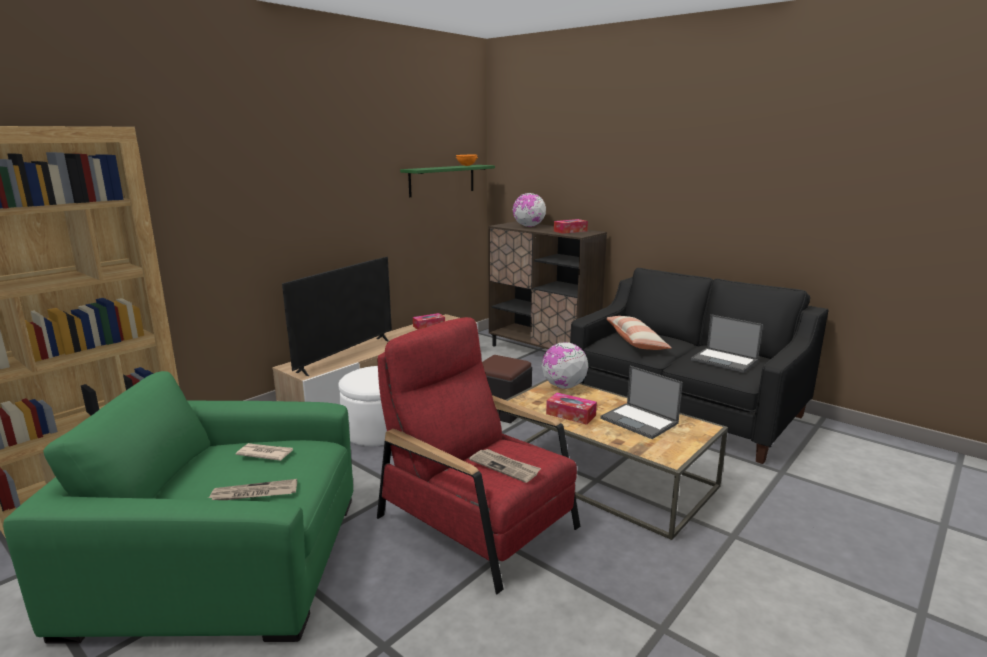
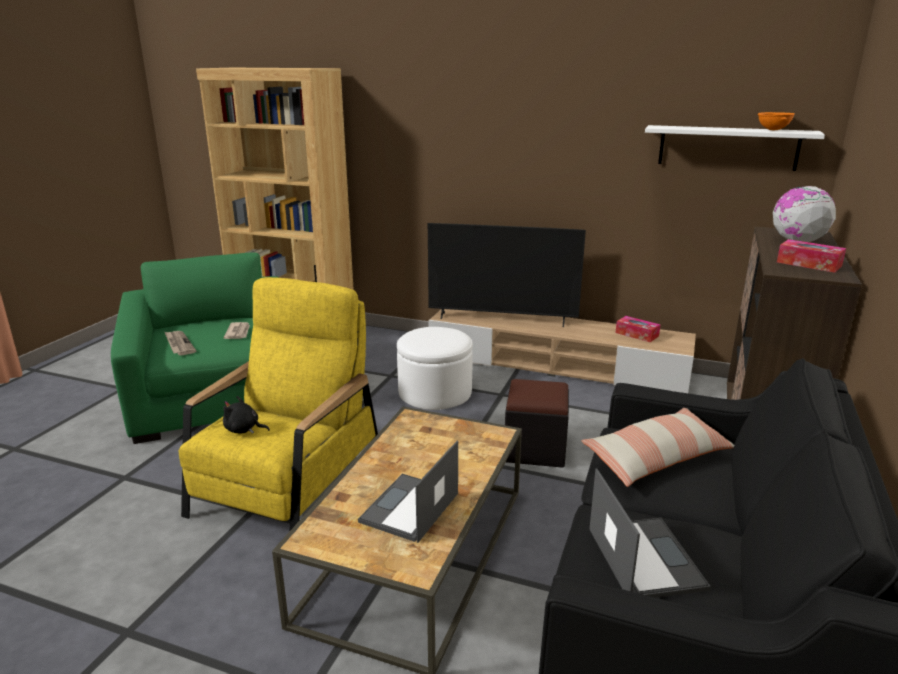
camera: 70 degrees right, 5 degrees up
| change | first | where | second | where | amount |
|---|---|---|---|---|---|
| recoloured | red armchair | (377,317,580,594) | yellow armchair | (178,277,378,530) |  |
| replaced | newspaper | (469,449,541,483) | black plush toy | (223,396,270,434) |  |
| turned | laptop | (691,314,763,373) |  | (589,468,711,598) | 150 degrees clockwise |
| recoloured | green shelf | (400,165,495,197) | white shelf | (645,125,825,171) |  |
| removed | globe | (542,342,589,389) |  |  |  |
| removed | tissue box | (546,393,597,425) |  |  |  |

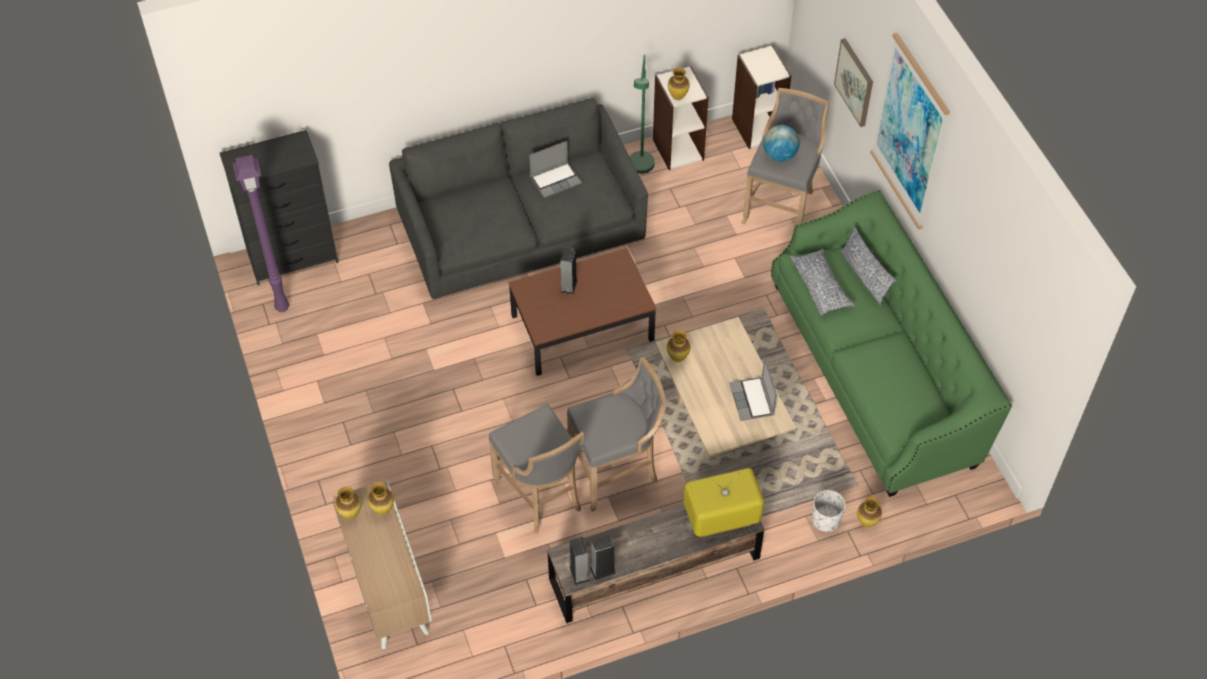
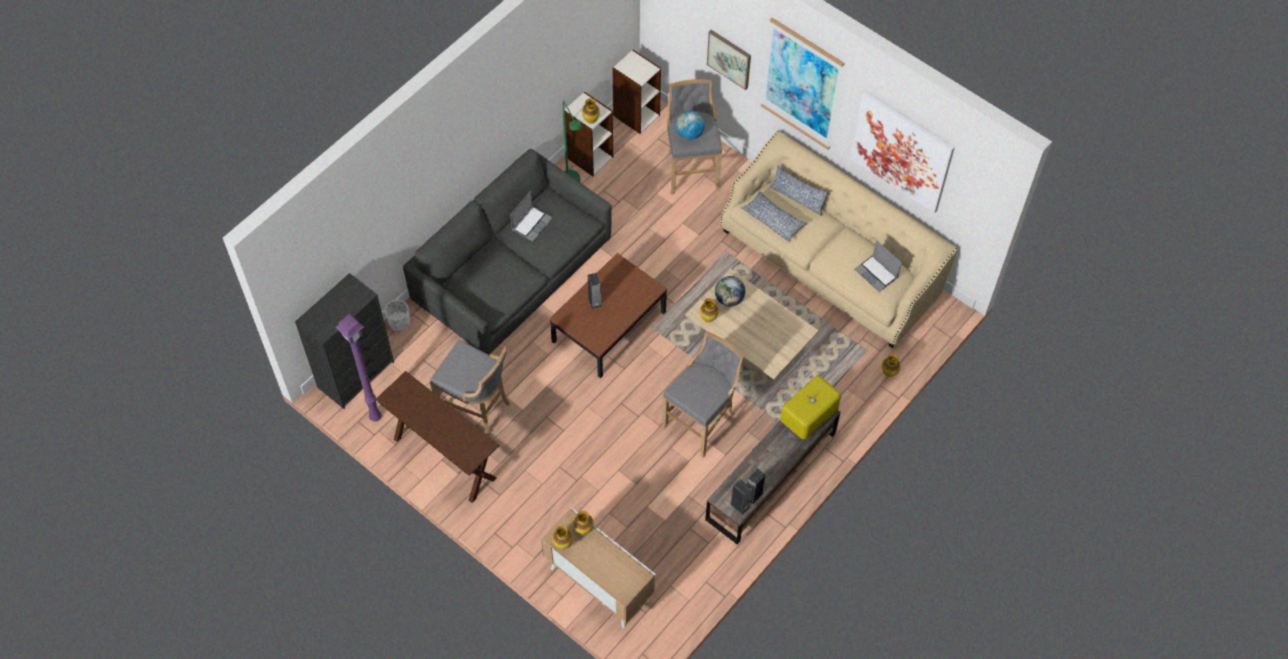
camera: 30 degrees left, 5 degrees up
| change | first | where | second | where | amount |
|---|---|---|---|---|---|
| added |  |  | brown console table | (375,371,500,503) |  |
| moved | white planter | (812,490,846,532) |  | (384,300,410,332) |  |
| moved | grey stool | (489,404,584,534) |  | (430,340,510,435) |  |
| added |  |  | globe | (715,276,745,307) |  |
| recoloured | green sofa | (771,190,1012,497) | beige sofa | (720,131,958,348) |  |
| added |  |  | picture | (851,91,955,213) |  |
| moved | laptop | (729,357,777,421) |  | (854,240,902,292) |  |

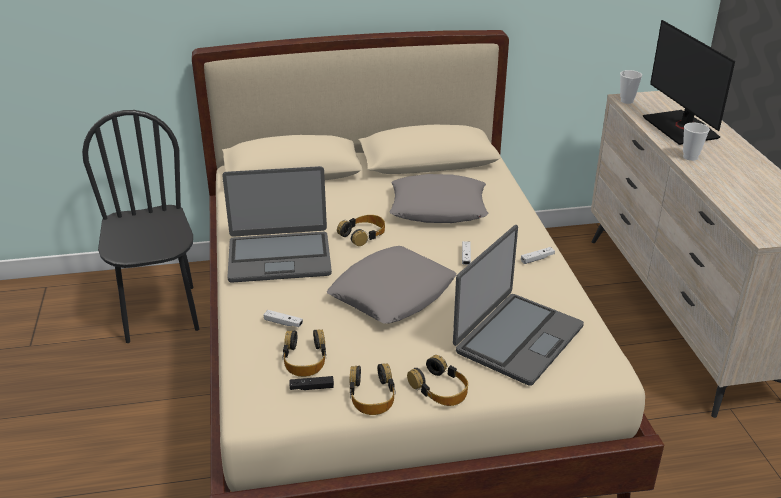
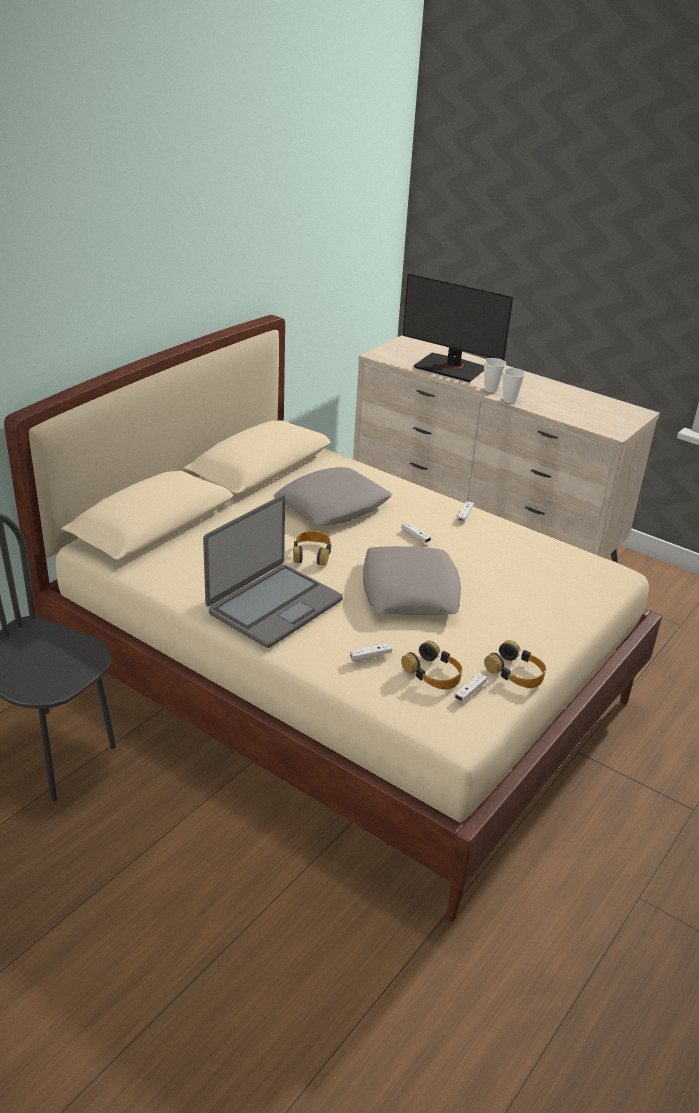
camera: 45 degrees left, 0 degrees up
| change | first | where | second | where | amount |
|---|---|---|---|---|---|
| recoloured | black game controller | (289,376,334,390) | white game controller | (454,673,487,702) |  |
| moved | cup | (620,70,642,104) |  | (503,368,525,403) |  |
| removed | headphones | (407,355,468,406) |  |  |  |
| removed | laptop | (453,225,584,386) |  |  |  |

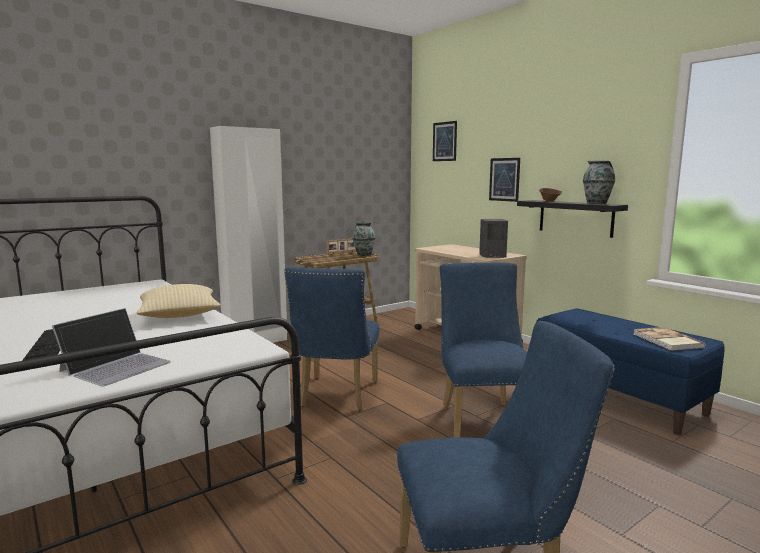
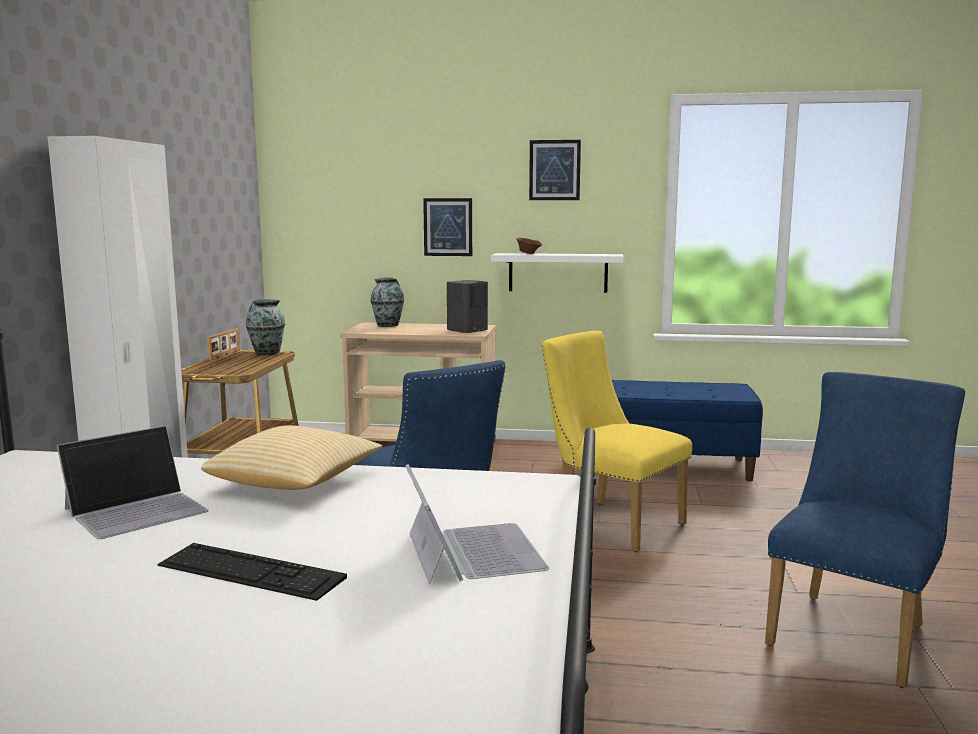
camera: 45 degrees left, 0 degrees up
| change | first | where | second | where | amount |
|---|---|---|---|---|---|
| added |  |  | laptop | (57,426,209,539) |  |
| moved | vase | (583,161,615,204) |  | (371,277,404,327) |  |
| recoloured | black shelf | (517,200,628,238) | white shelf | (491,253,624,293) |  |
| moved | picture | (433,121,457,161) |  | (529,140,581,200) |  |
| recoloured | blue chair | (440,262,527,438) | yellow chair | (542,331,692,552) |  |
| removed | book | (634,327,705,351) |  |  |  |

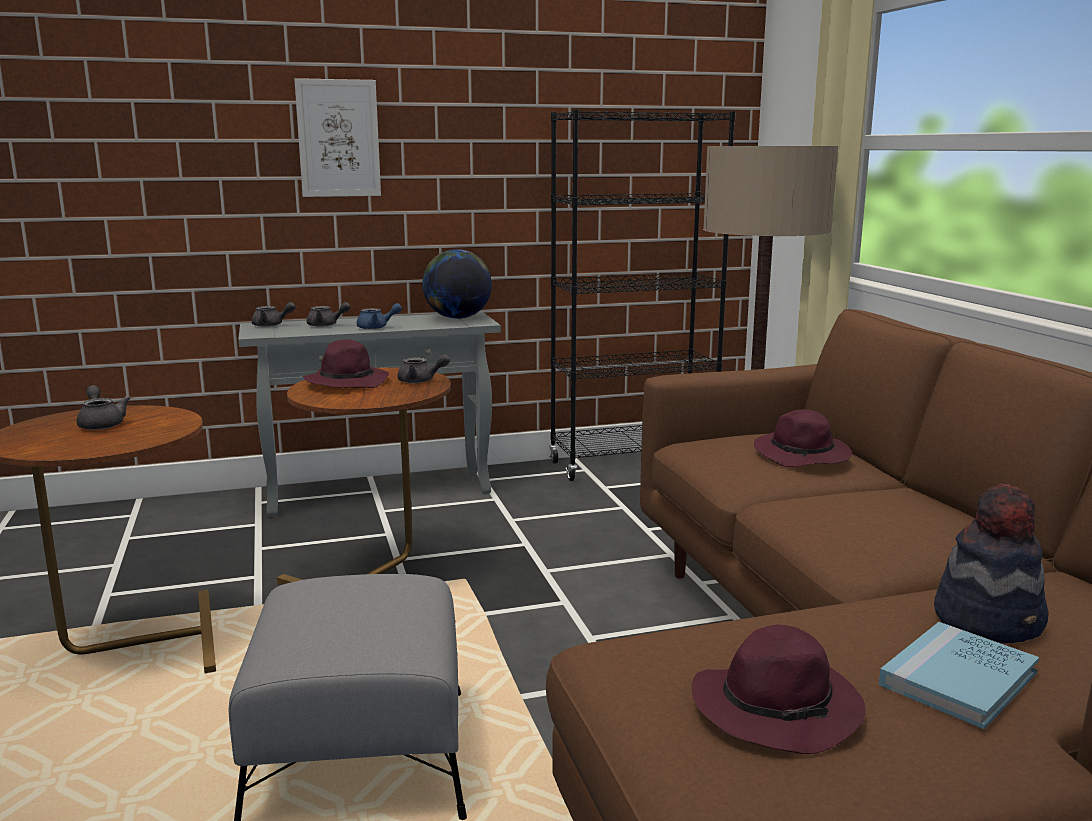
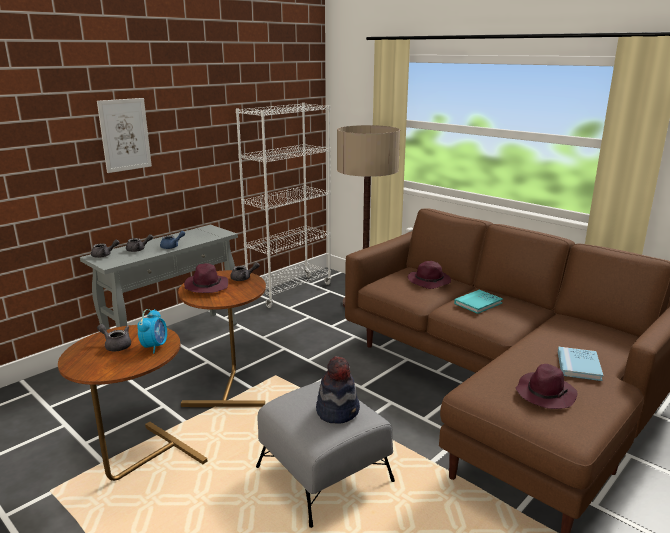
camera: 30 degrees left, 5 degrees up
| change | first | where | second | where | amount |
|---|---|---|---|---|---|
| added |  |  | alarm clock | (137,309,167,353) |  |
| recoloured | black bookcase | (549,110,736,481) | white bookcase | (236,103,332,308) |  |
| moved | hat | (934,484,1049,643) |  | (316,356,360,424) |  |
| added |  |  | turquoise book | (454,290,503,314) |  |
| removed | globe | (422,249,492,319) |  |  |  |

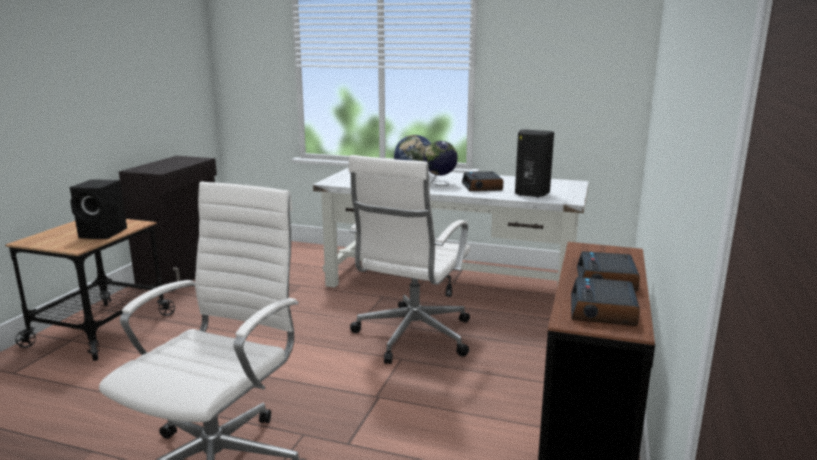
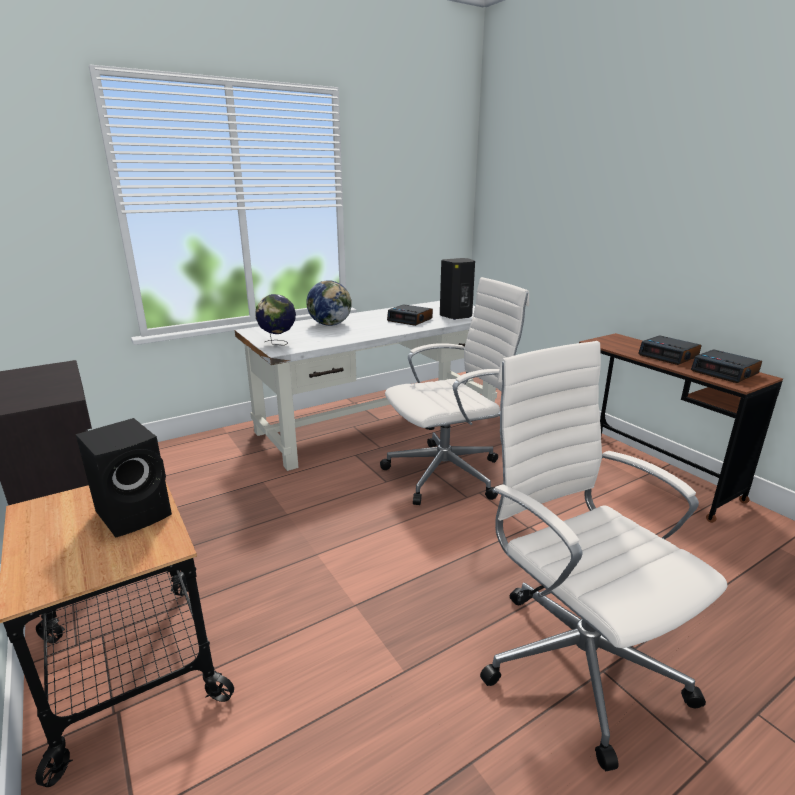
camera: 50 degrees left, 5 degrees up
| change | first | where | second | where | amount |
|---|---|---|---|---|---|
| moved | globe | (423,141,458,186) |  | (255,294,296,346) |  |
| turned | white office chair | (348,155,471,364) |  | (380,277,529,505) | 90 degrees counterclockwise |

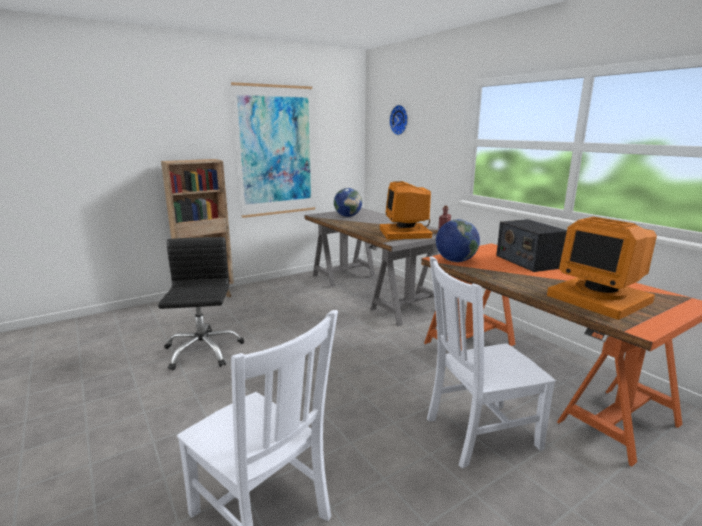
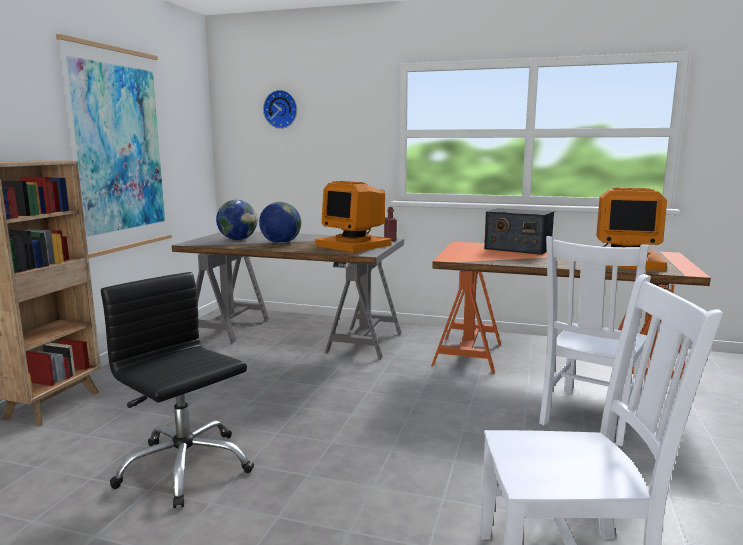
camera: 40 degrees left, 5 degrees down
| change | first | where | second | where | amount |
|---|---|---|---|---|---|
| moved | globe | (436,219,480,262) |  | (259,202,301,243) |  |

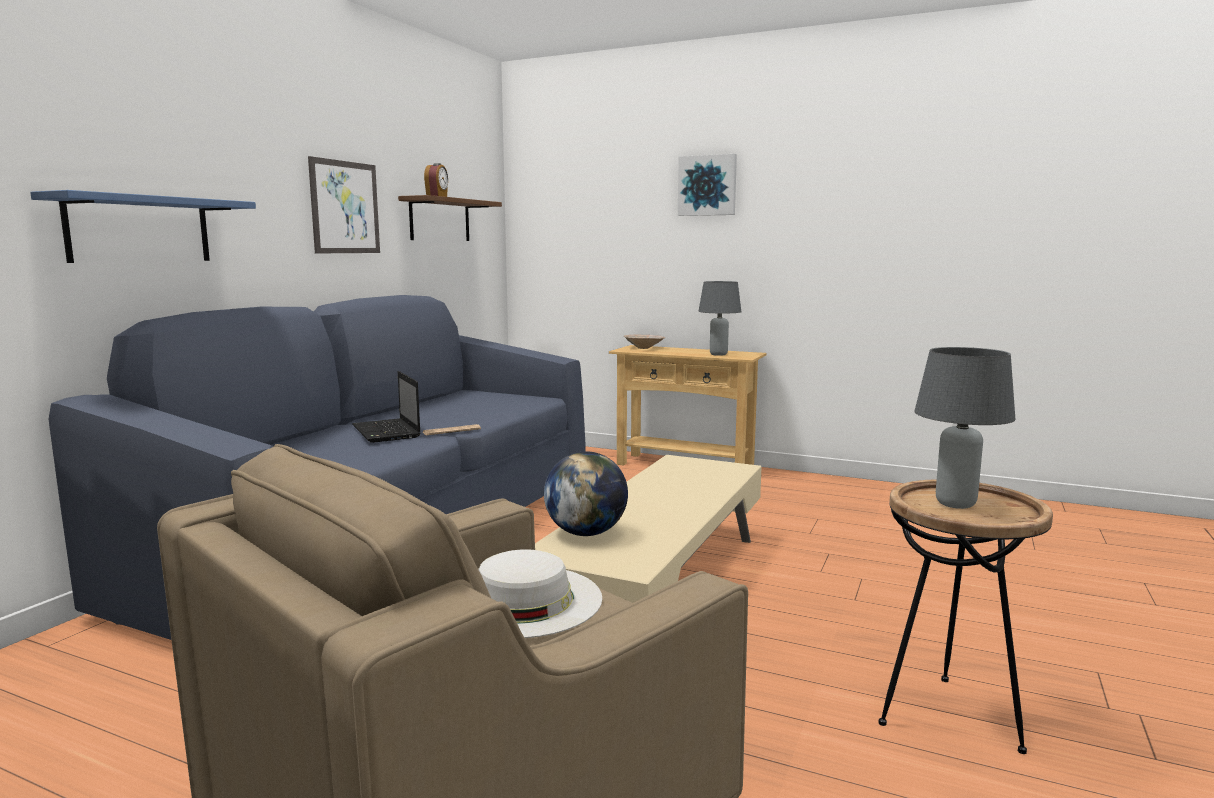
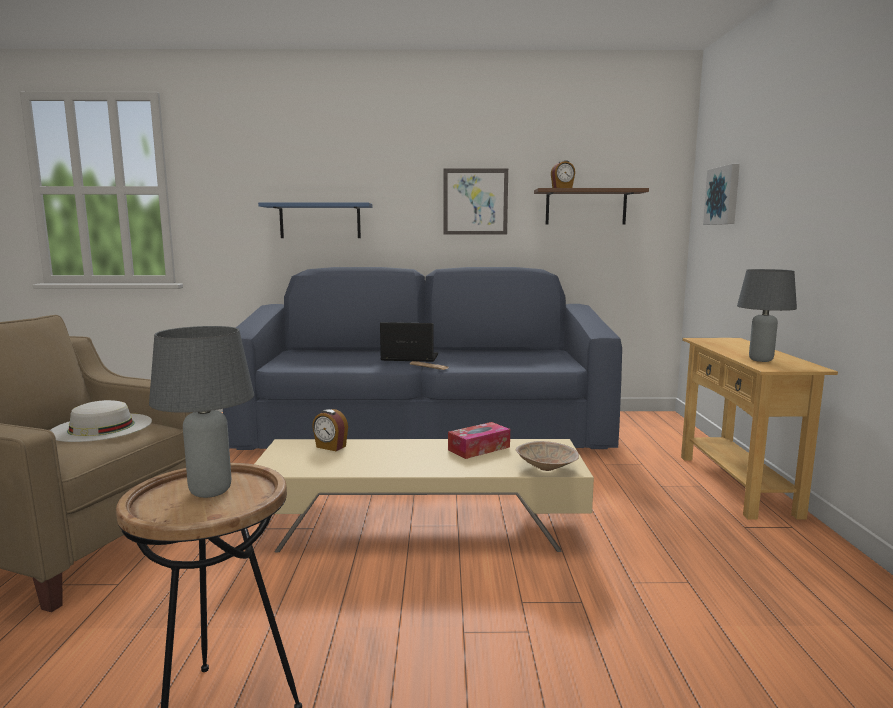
camera: 65 degrees right, 0 degrees up
| change | first | where | second | where | amount |
|---|---|---|---|---|---|
| replaced | globe | (544,451,628,536) | alarm clock | (312,409,348,451) |  |
| turned | laptop | (352,371,420,443) |  | (380,322,438,362) | 60 degrees clockwise |
| added |  |  | tissue box | (448,422,510,459) |  |
| moved | beige bowl | (624,335,665,349) |  | (516,441,579,471) |  |
| moved | picture | (678,154,737,216) |  | (703,164,740,225) |  |

